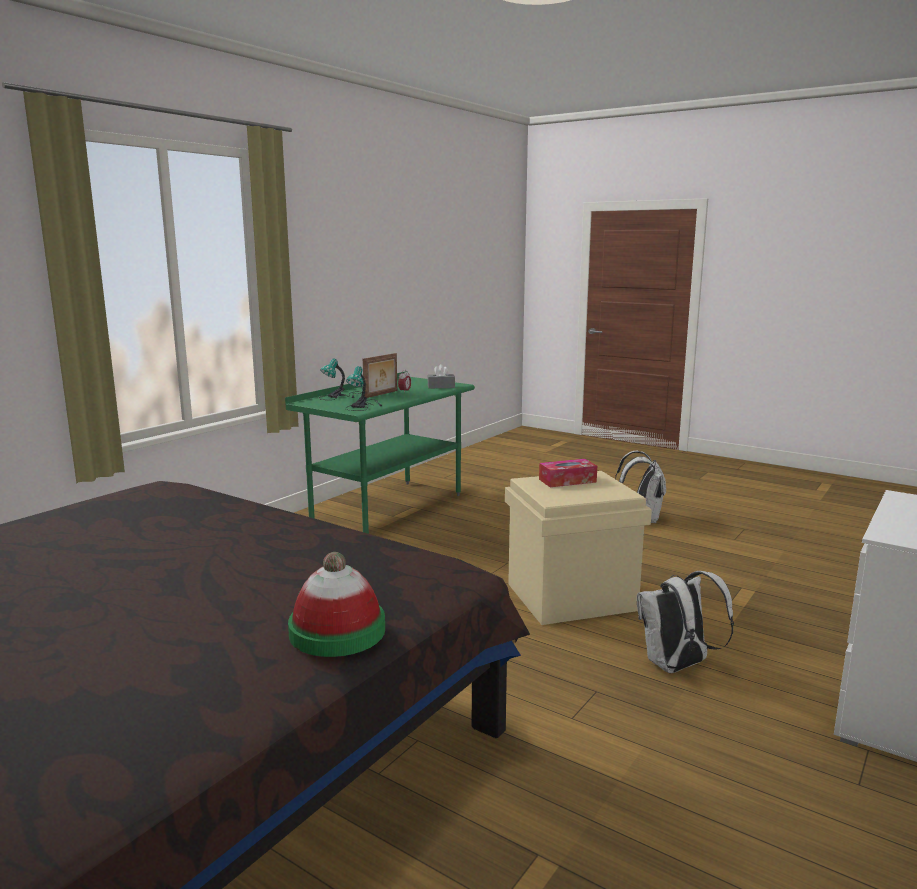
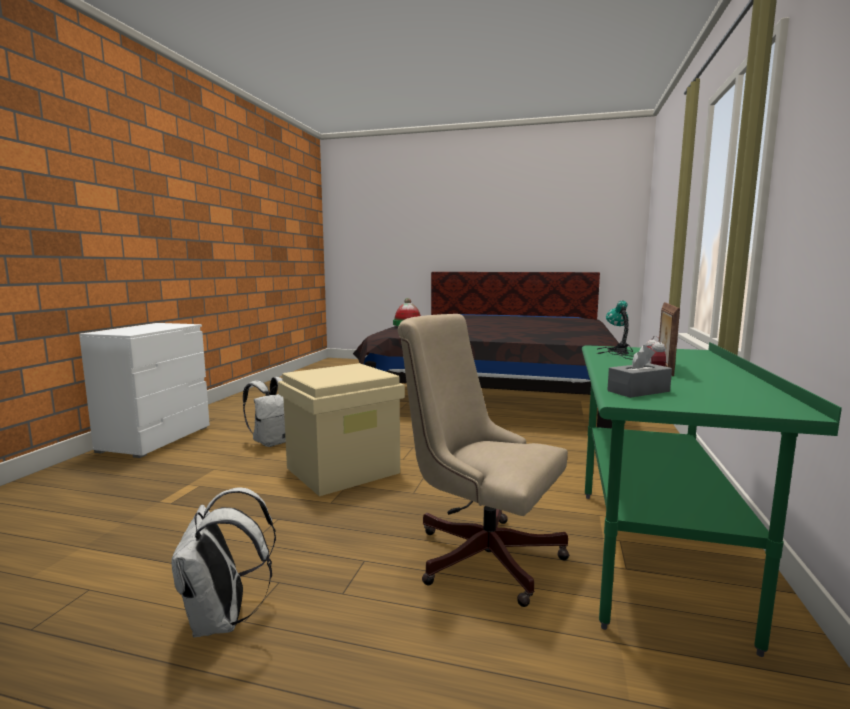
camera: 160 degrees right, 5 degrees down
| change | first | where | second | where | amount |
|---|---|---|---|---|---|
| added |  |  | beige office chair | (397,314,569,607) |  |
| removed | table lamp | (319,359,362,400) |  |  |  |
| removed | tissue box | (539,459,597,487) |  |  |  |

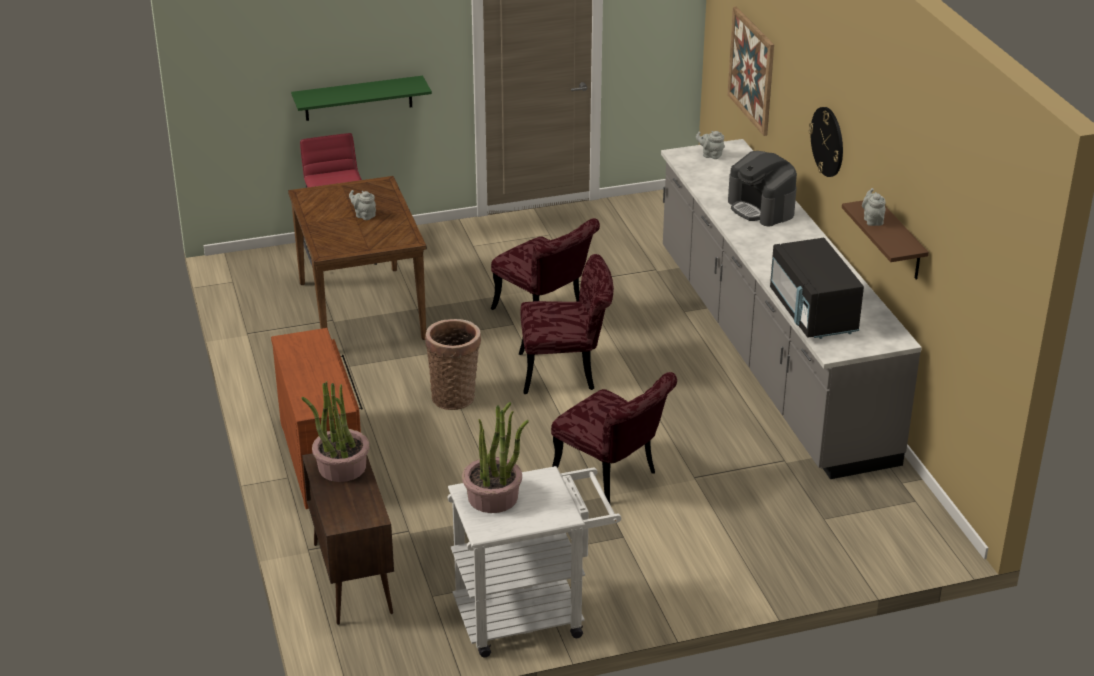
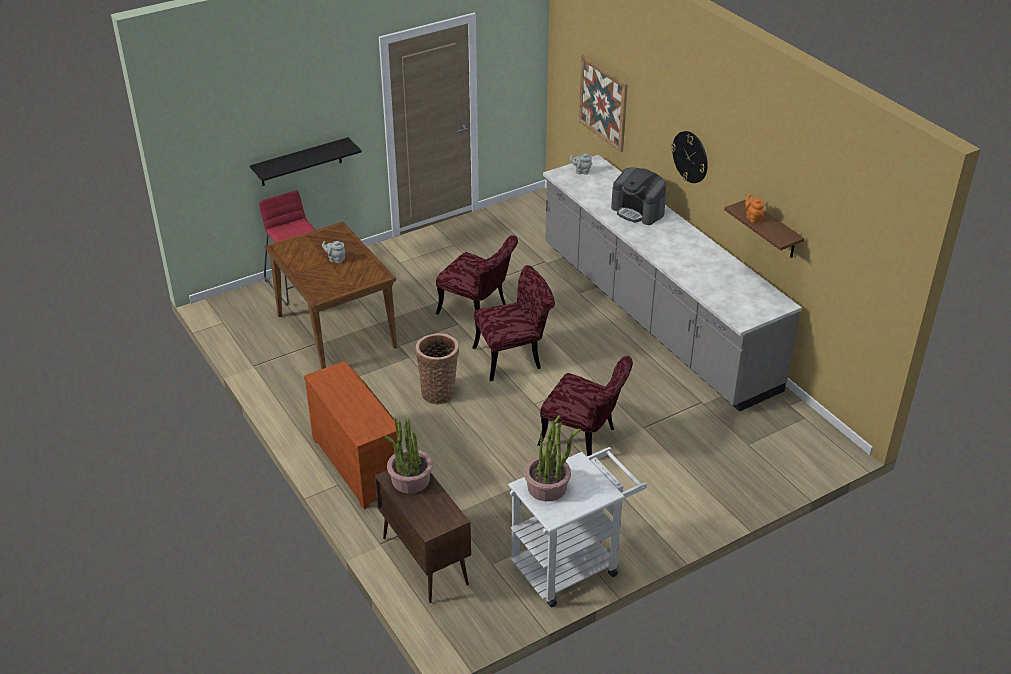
camera: 15 degrees left, 5 degrees up
| change | first | where | second | where | amount |
|---|---|---|---|---|---|
| recoloured | green shelf | (291,76,432,121) | black shelf | (250,137,362,186) |  |
| recoloured | grey teapot | (862,188,886,226) | orange teapot | (745,194,765,223) |  |
| removed | black microwave | (770,238,864,339) |  |  |  |

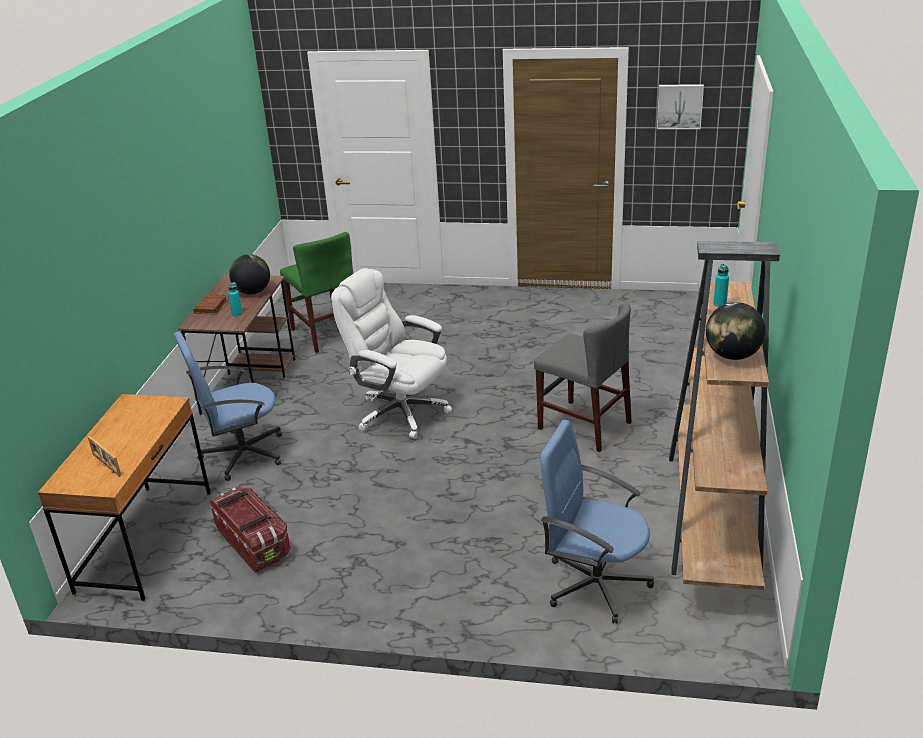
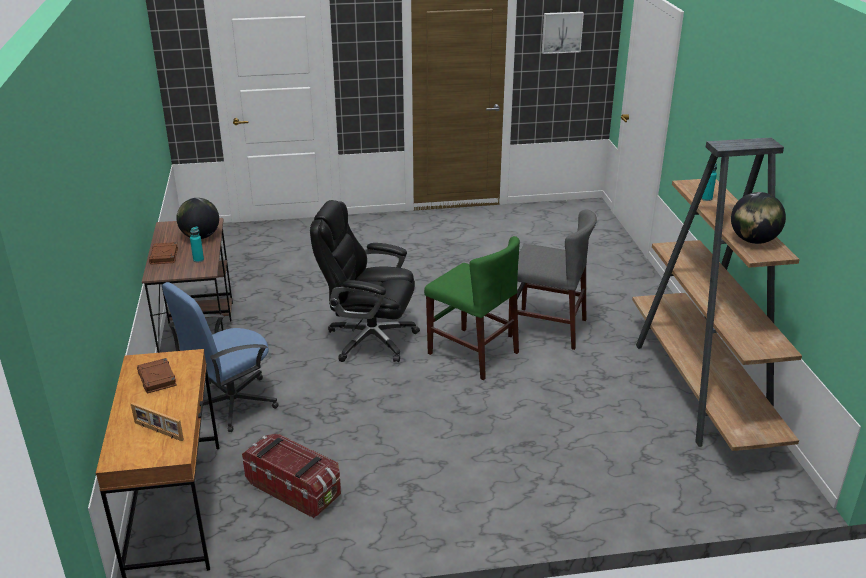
camera: 20 degrees left, 0 degrees up
| change | first | where | second | where | amount |
|---|---|---|---|---|---|
| added |  |  | brown book | (137,358,177,393) |  |
| recoloured | white office chair | (331,268,452,439) | black office chair | (310,200,420,362) |  |
| moved | green chair | (280,232,353,353) |  | (424,236,520,380) |  |
| removed | blue office chair | (540,420,654,624) |  |  |  |

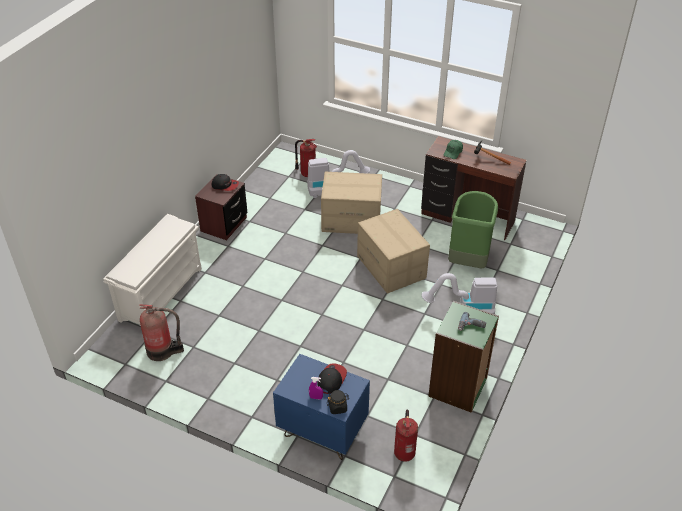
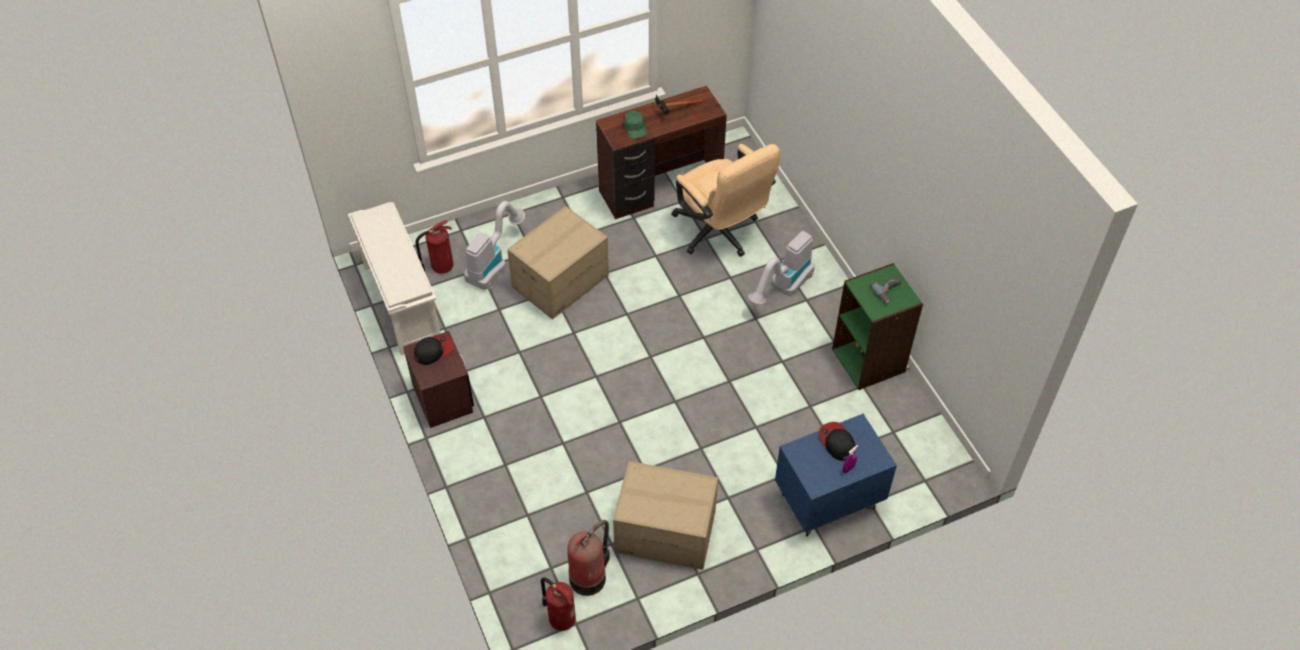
camera: 50 degrees left, 10 degrees up
| change | first | where | second | where | amount |
|---|---|---|---|---|---|
| moved | white shoe rack | (103,214,202,326) |  | (348,202,441,355) |  |
| moved | fire extinguisher | (394,410,418,462) |  | (541,577,576,631) |  |
| moved | cardboard box | (357,209,430,294) |  | (613,461,718,570) |  |
| replaced | green trash can | (448,191,498,268) | beige office chair | (671,144,780,257) |  |
| removed | black jar | (327,390,349,414) |  |  |  |

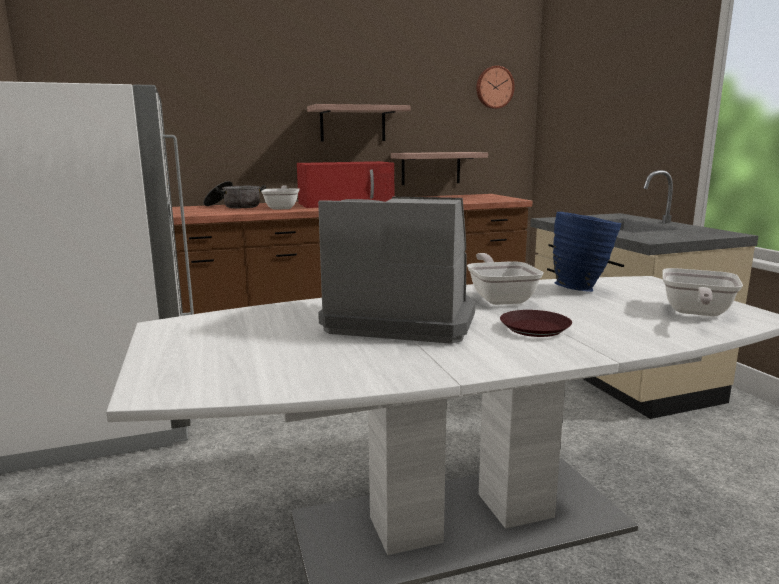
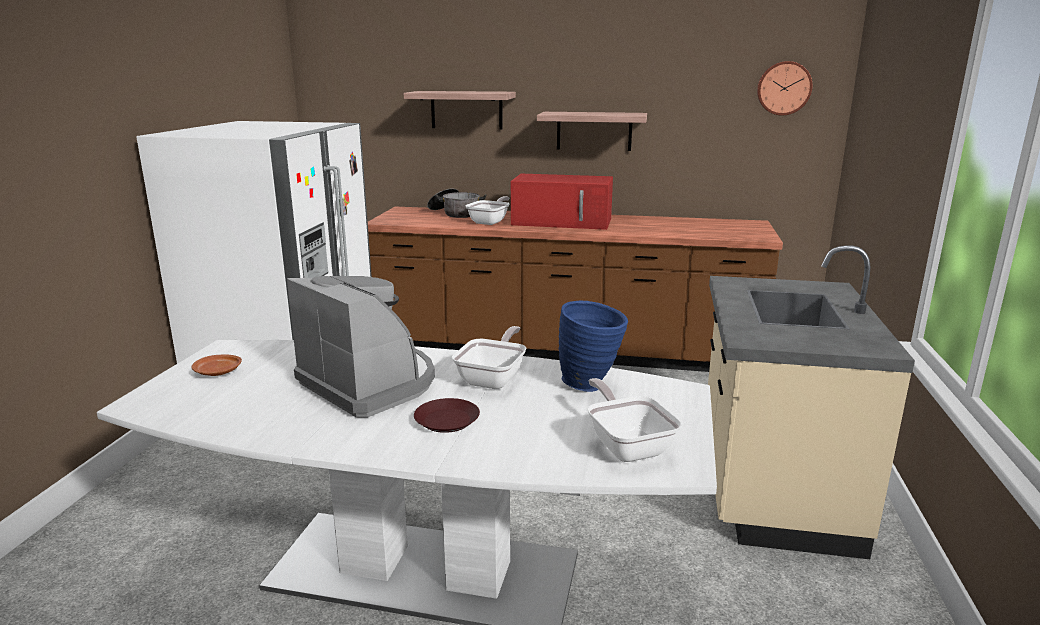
camera: 30 degrees right, 5 degrees up
| change | first | where | second | where | amount |
|---|---|---|---|---|---|
| added |  |  | brown plate | (191,354,242,376) |  |
| moved | shelf | (391,152,488,185) |  | (404,91,516,129) |  |
| turned | frying pan | (662,268,743,316) |  | (588,378,681,462) | 105 degrees clockwise |

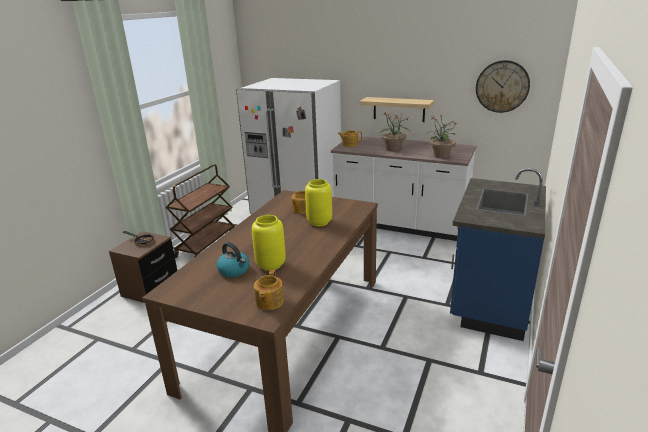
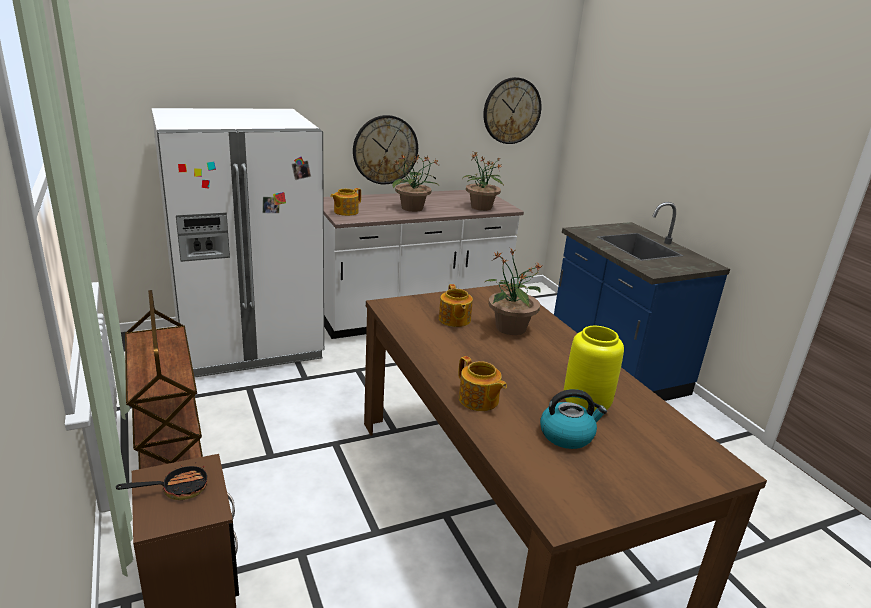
camera: 50 degrees left, 0 degrees up
| change | first | where | second | where | amount |
|---|---|---|---|---|---|
| replaced | shelf | (360,97,434,122) | wall clock | (353,115,418,184) |  |
| moved | teapot | (254,270,284,310) |  | (458,356,507,411) |  |
| replaced | yellow vase | (305,179,332,226) | potted plant | (484,248,543,335) |  |

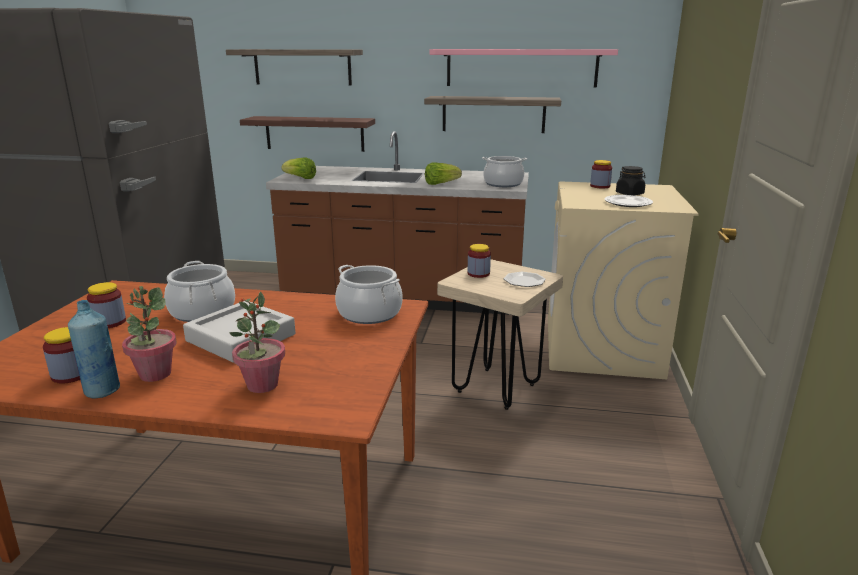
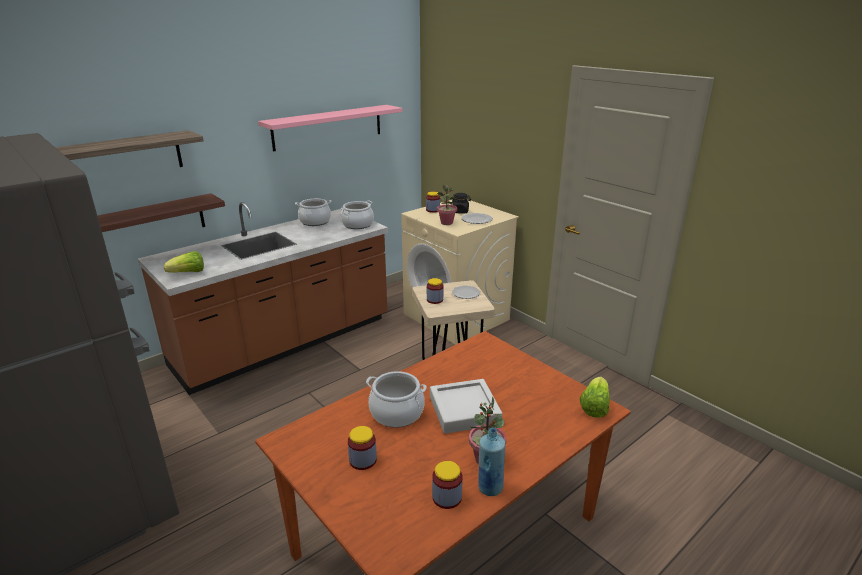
camera: 50 degrees left, 5 degrees up
| change | first | where | second | where | amount |
|---|---|---|---|---|---|
| moved | cooking pot | (335,265,402,324) |  | (295,199,331,226) |  |
| moved | potted plant | (229,292,285,393) |  | (437,185,457,225) |  |
| moved | lettuce | (425,162,462,185) |  | (579,377,610,418) |  |
| removed | shelf | (424,96,561,133) |  |  |  |

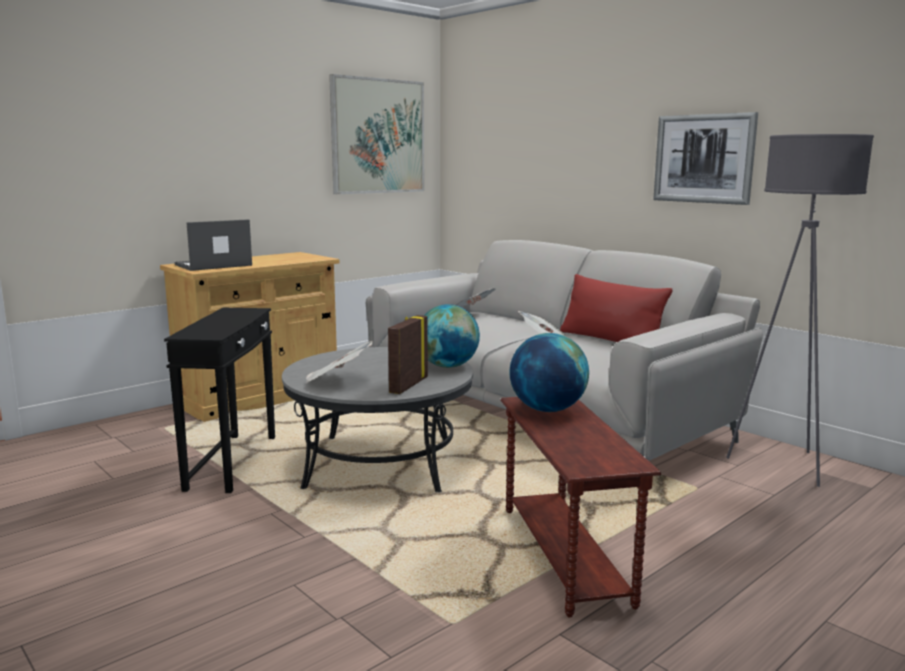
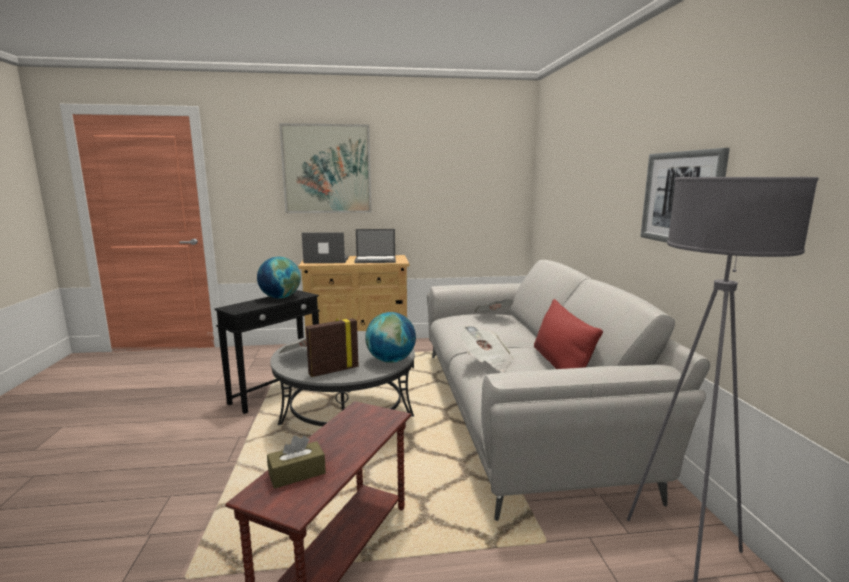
camera: 35 degrees right, 0 degrees up
| change | first | where | second | where | amount |
|---|---|---|---|---|---|
| moved | globe | (509,333,589,412) |  | (257,257,301,298) |  |
| added |  |  | brown tissue box | (267,435,326,489) |  |
| moved | picture | (329,74,424,194) |  | (279,123,371,213) |  |
| added |  |  | laptop | (354,229,396,263) |  |

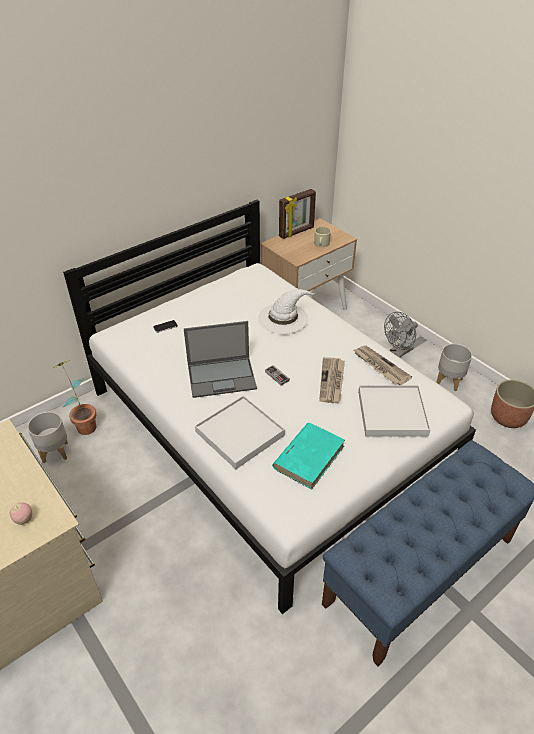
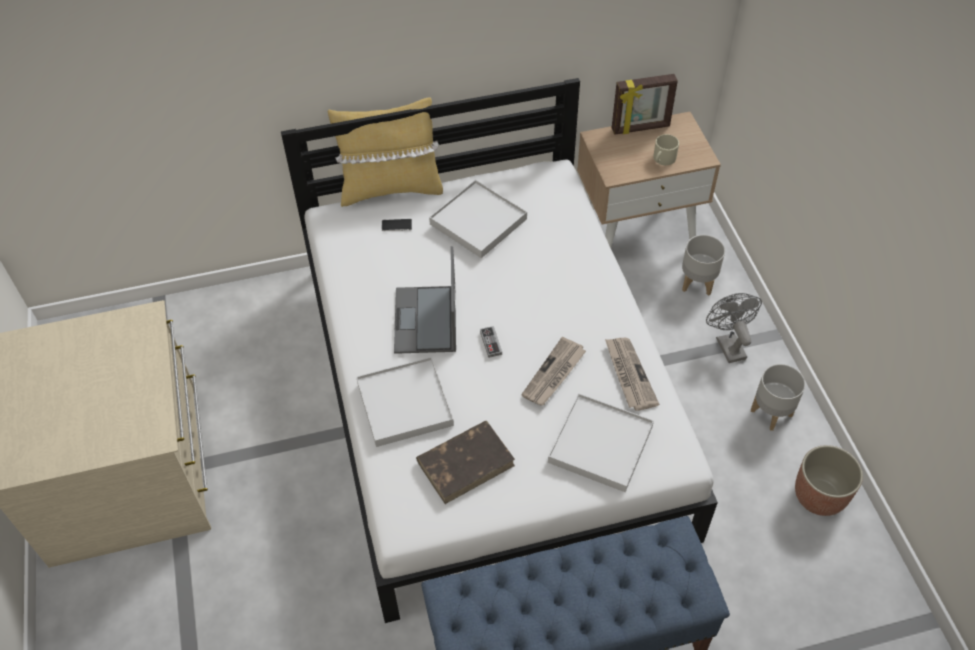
camera: 25 degrees right, 10 degrees up
| change | first | where | second | where | amount |
|---|---|---|---|---|---|
| added |  |  | yellow pillow | (328,97,443,207) |  |
| turned | laptop | (184,321,257,398) |  | (394,246,456,354) | 75 degrees clockwise |
| recoloured | turquoise book | (272,423,345,490) | brown book | (416,421,515,504) |  |
| added |  |  | white tray | (429,180,527,258) |  |
| moved | grey planter | (28,412,68,463) |  | (682,235,725,296) |  |
| turned | grey fan | (384,312,418,357) |  | (706,293,762,363) | 90 degrees clockwise |
| removed | apple | (10,503,32,525) |  |  |  |
| removed | potted plant | (51,360,96,435) |  |  |  |
| removed | white hat | (258,289,318,334) |  |  |  |

